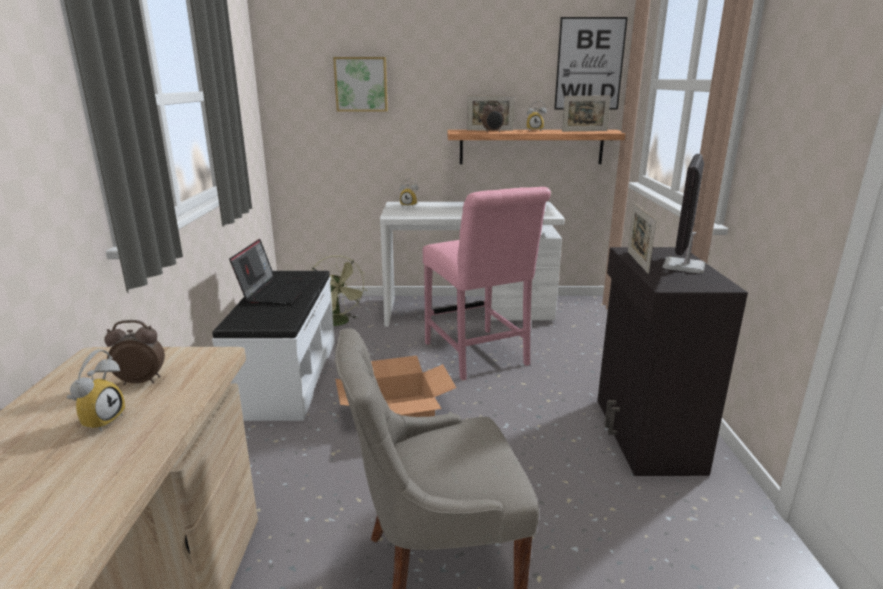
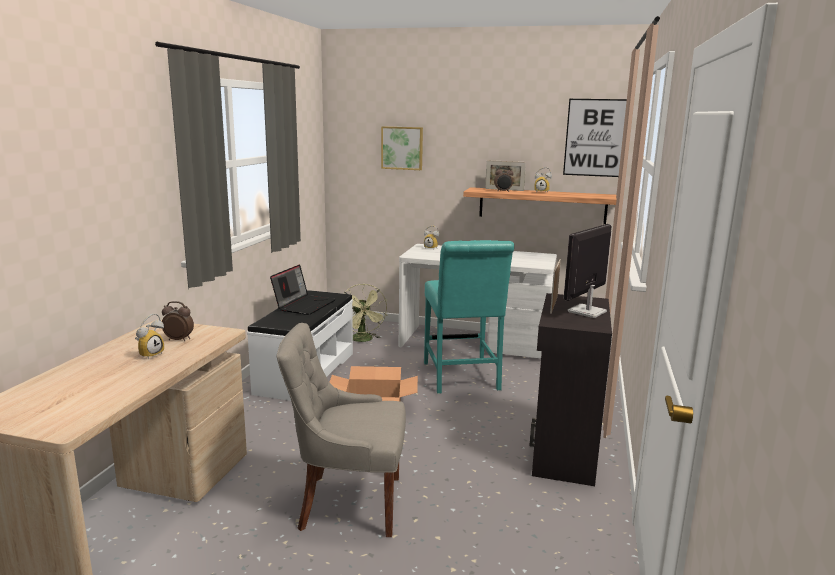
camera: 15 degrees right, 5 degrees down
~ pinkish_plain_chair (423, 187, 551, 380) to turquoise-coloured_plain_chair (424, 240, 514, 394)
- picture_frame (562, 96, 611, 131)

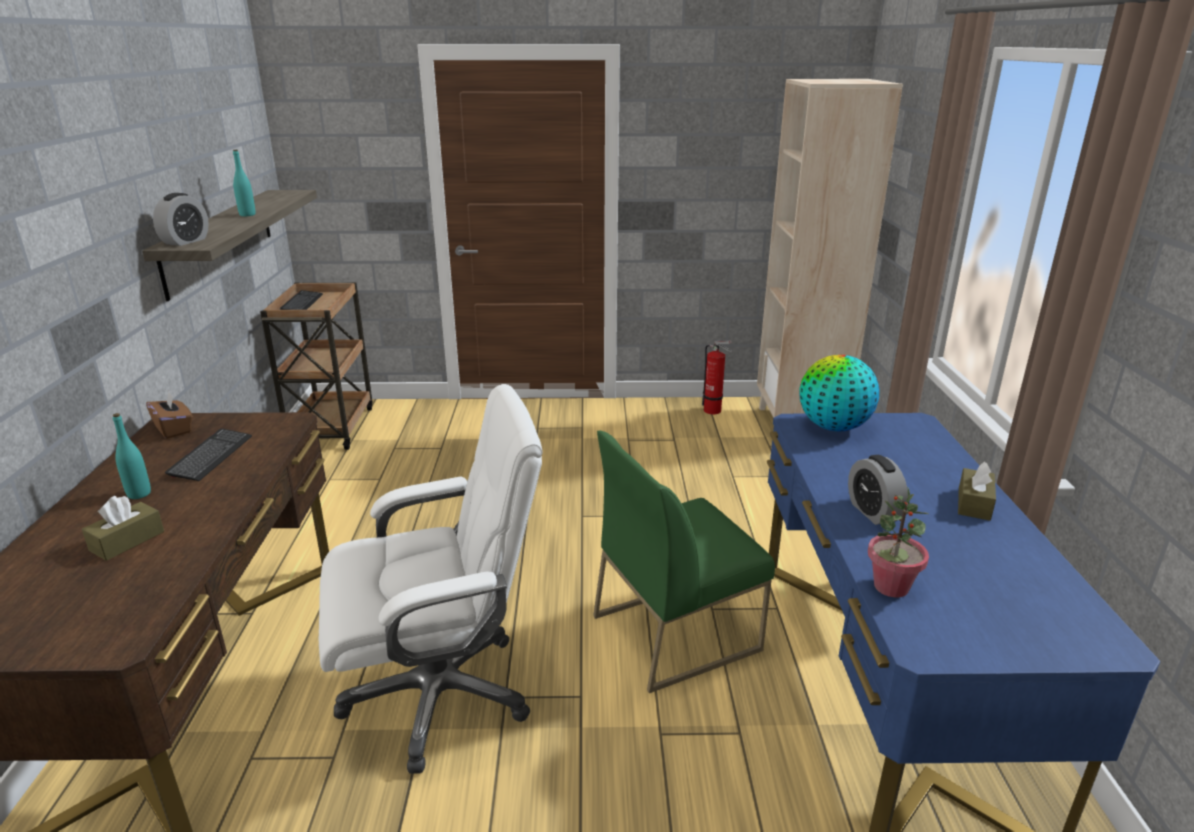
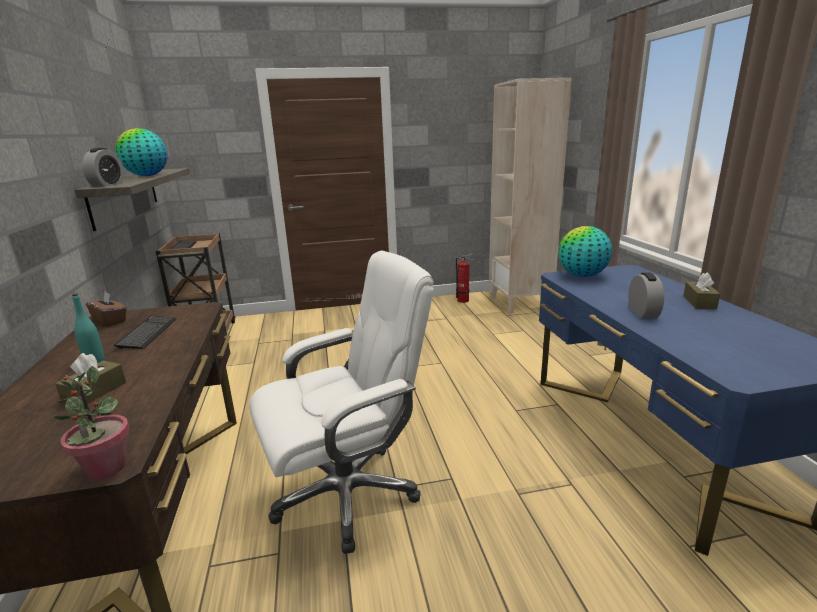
camera: 10 degrees left, 5 degrees down
~ turquoise-coloured_beverage_bottle (233, 150, 256, 216) to globe (115, 128, 168, 176)
- greenish_plain_chair (593, 431, 775, 693)
~ table_clock (848, 455, 908, 525) = (628, 272, 664, 318) 150 degrees counterclockwise
~ potted_plant (868, 488, 929, 598) to (52, 366, 129, 480)

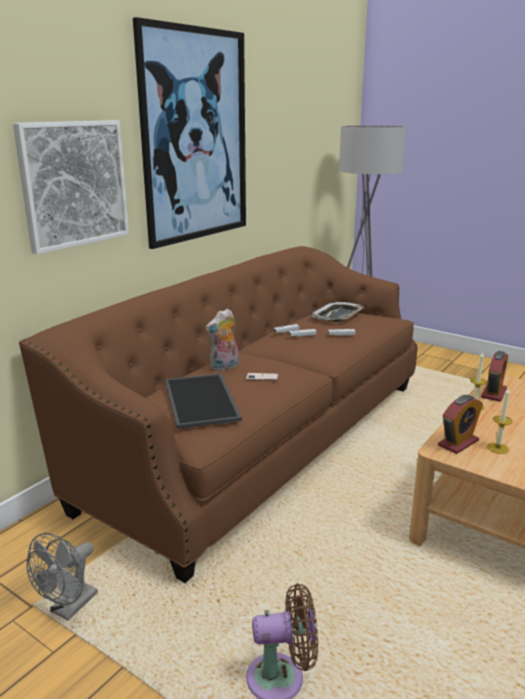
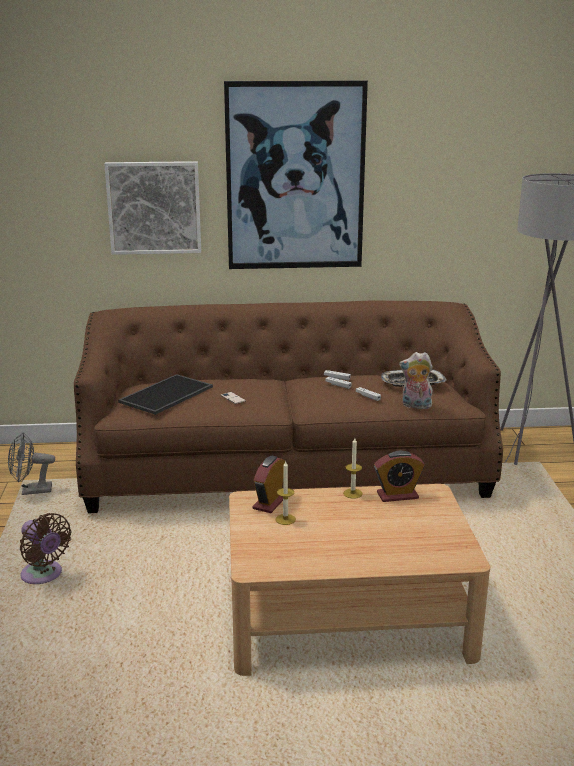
camera: 50 degrees right, 0 degrees up
~ plush_toy (205, 308, 239, 371) to (399, 352, 433, 409)
~ table_clock (438, 395, 483, 454) = (253, 456, 285, 513) 105 degrees clockwise

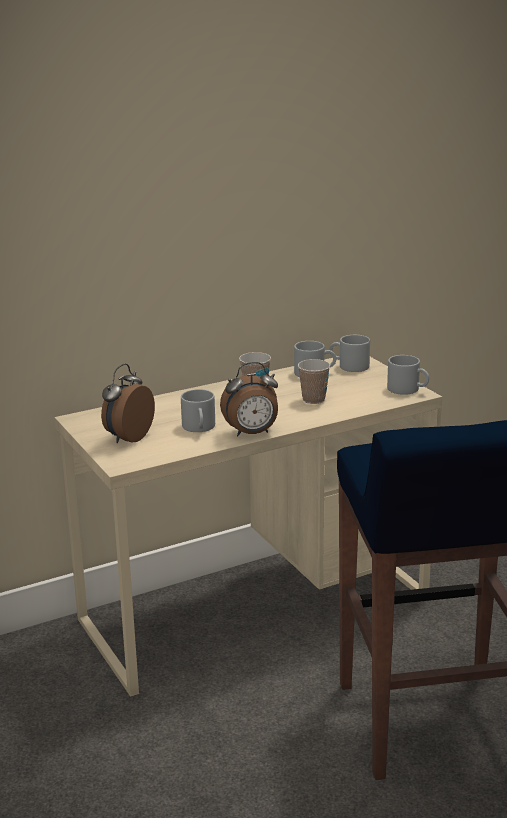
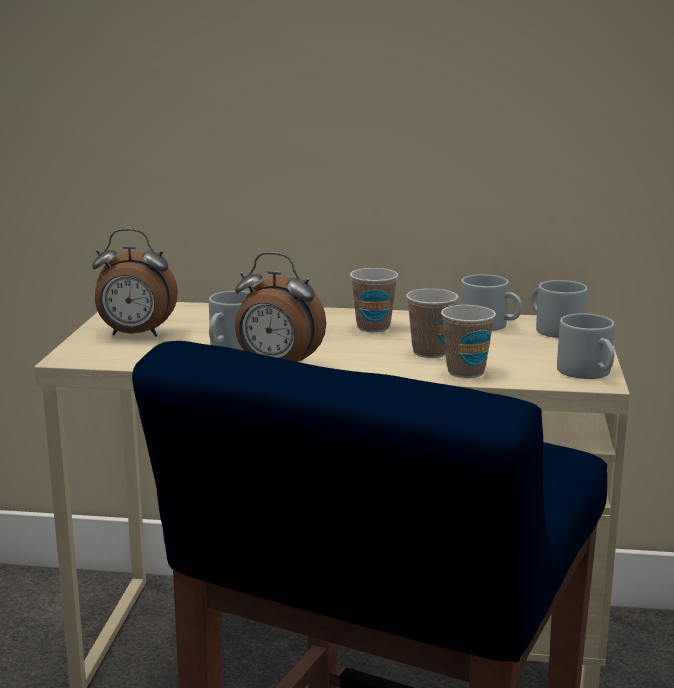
camera: 35 degrees right, 5 degrees down
~ table_clock (101, 363, 155, 443) = (92, 228, 178, 336) 150 degrees counterclockwise
+ small_cup (441, 305, 496, 378)

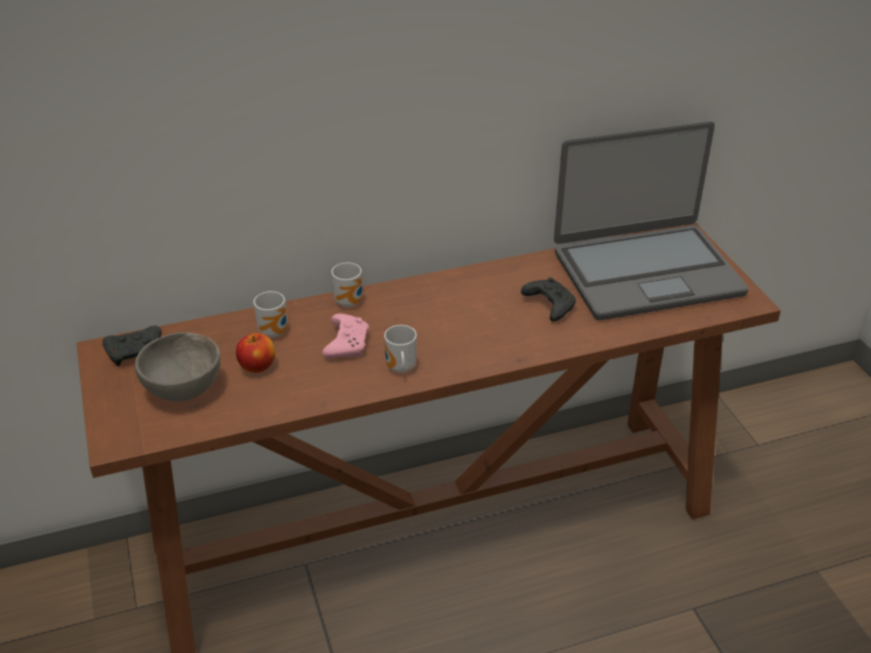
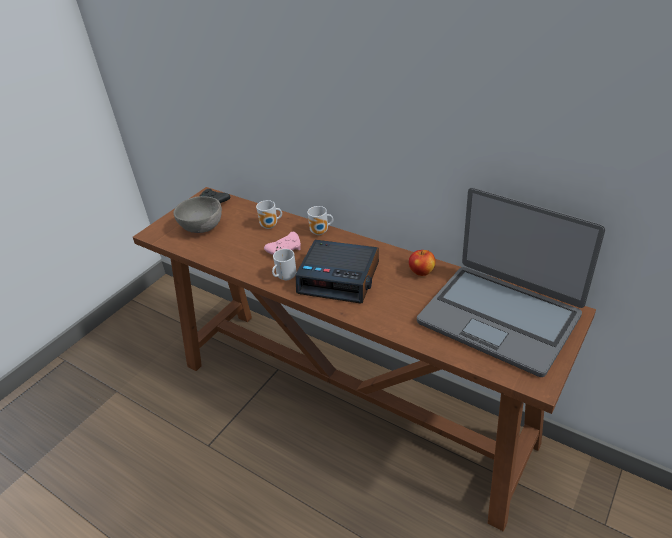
camera: 55 degrees right, 0 degrees up
~ apple_fruit (236, 333, 275, 373) to (409, 250, 436, 276)
- black_game_controller (521, 277, 576, 322)
+ table_clock (295, 240, 379, 303)

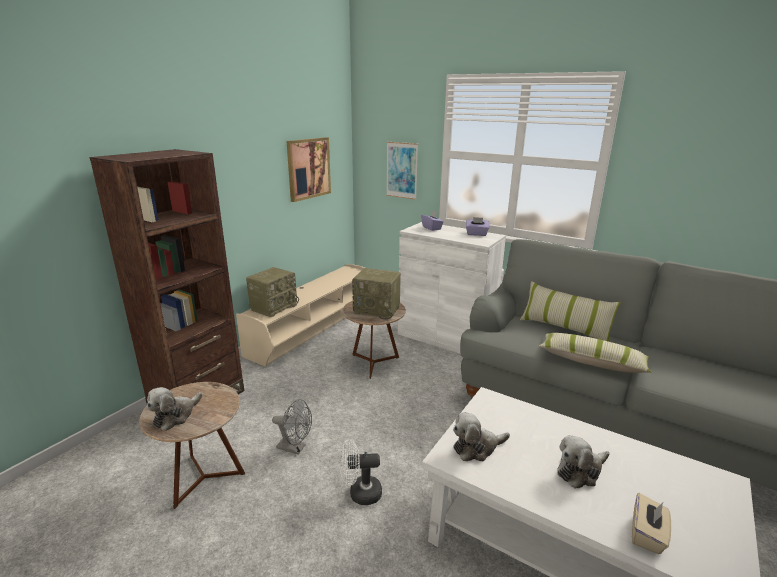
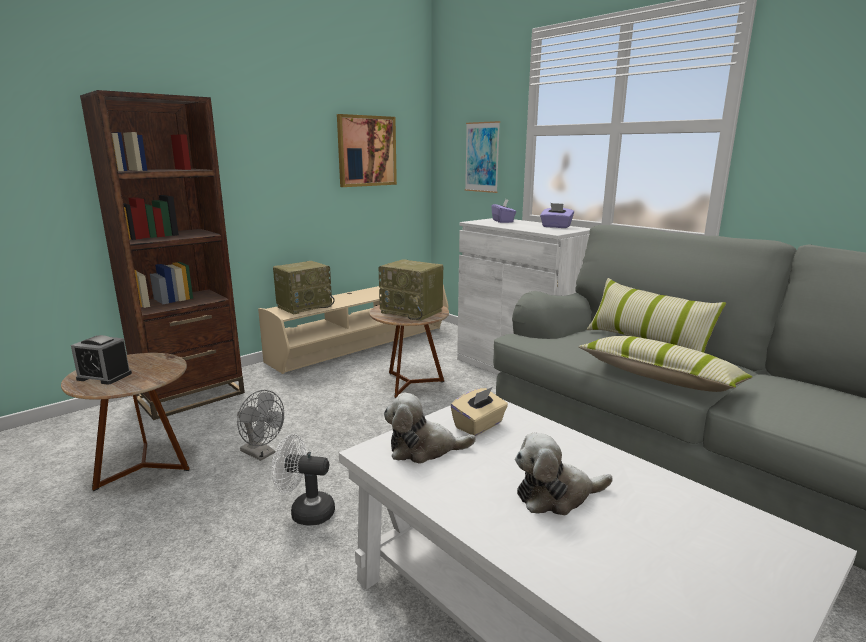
camera: 15 degrees right, 5 degrees down
~ plush_toy (147, 387, 203, 431) to table_clock (71, 335, 132, 385)
~ sand-coloured_tissue_holder (632, 493, 671, 554) to (451, 387, 508, 436)

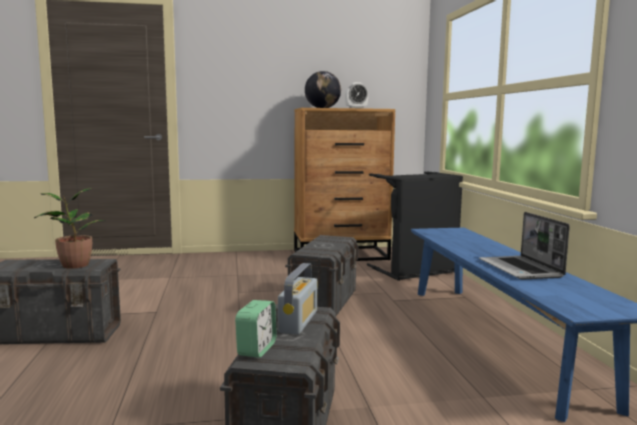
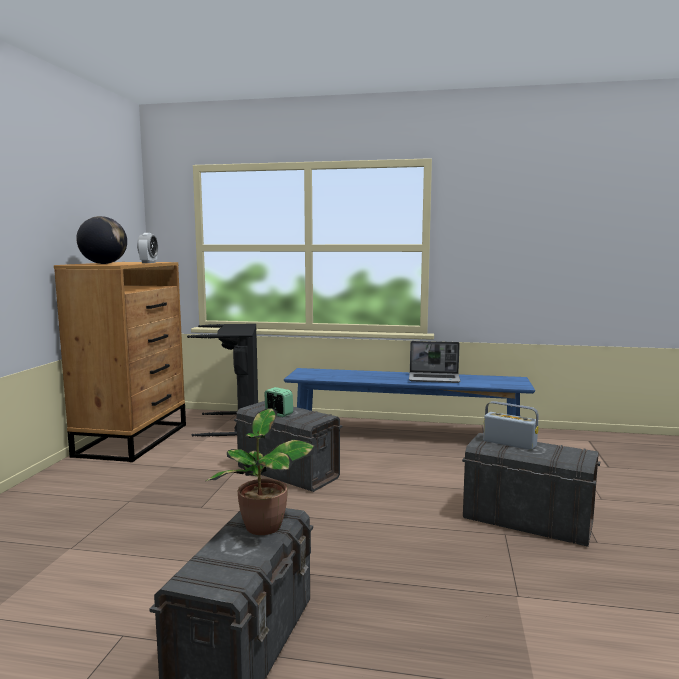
camera: 70 degrees left, 0 degrees up
~ table_clock (235, 300, 277, 357) to (264, 387, 293, 417)

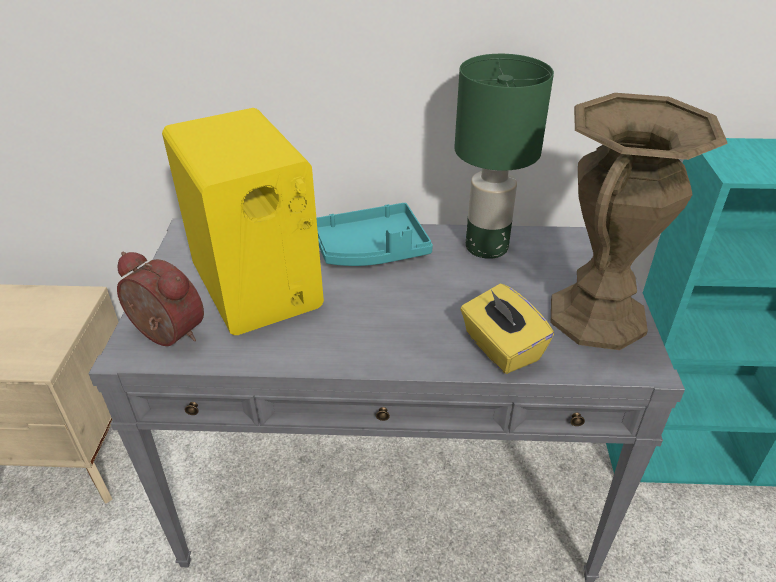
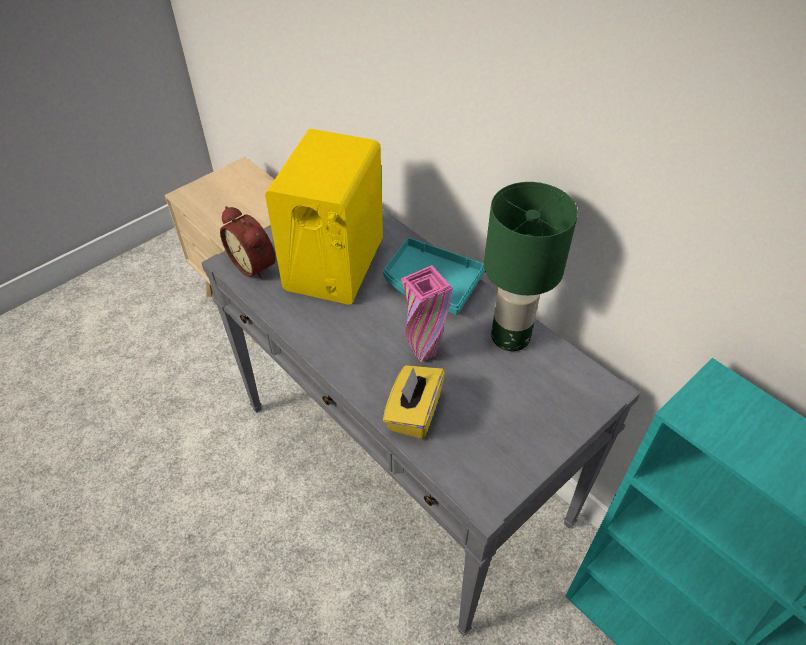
camera: 45 degrees right, 10 degrees up
~ table_clock (117, 252, 204, 346) = (220, 206, 276, 280) 150 degrees clockwise
- brown_vase (551, 93, 728, 350)
+ pinkish_vase (401, 265, 453, 363)

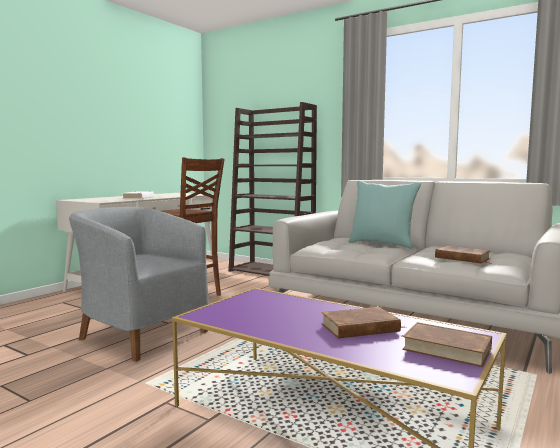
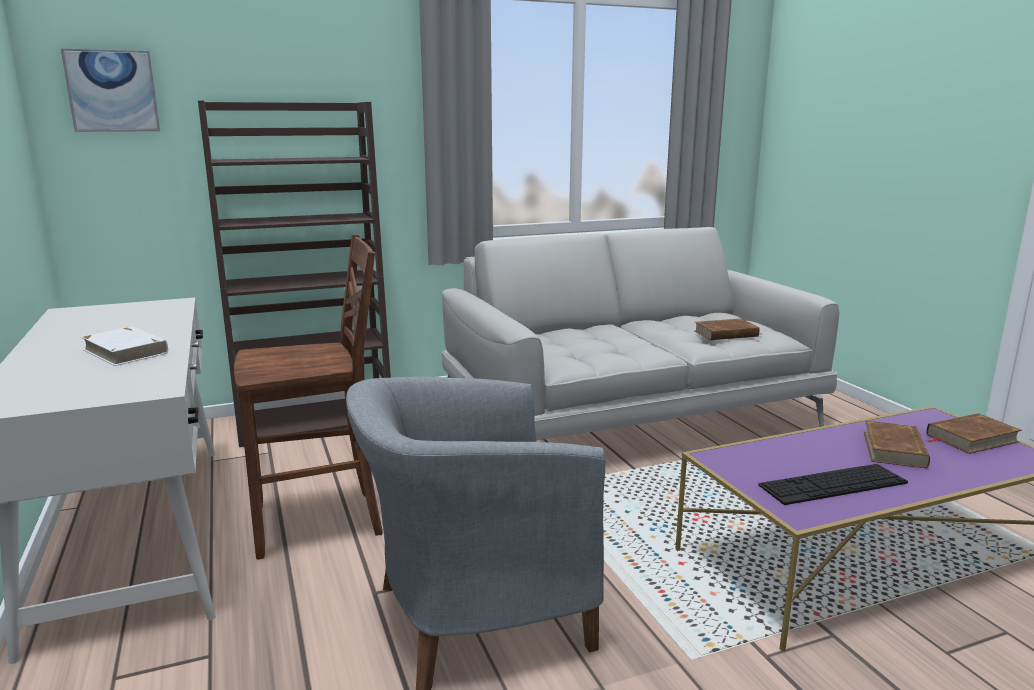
camera: 55 degrees left, 10 degrees up
- turquoise-coloured_throw_pillow (348, 181, 421, 248)
+ picture (61, 48, 160, 132)
+ computer_keyboard (758, 464, 908, 505)

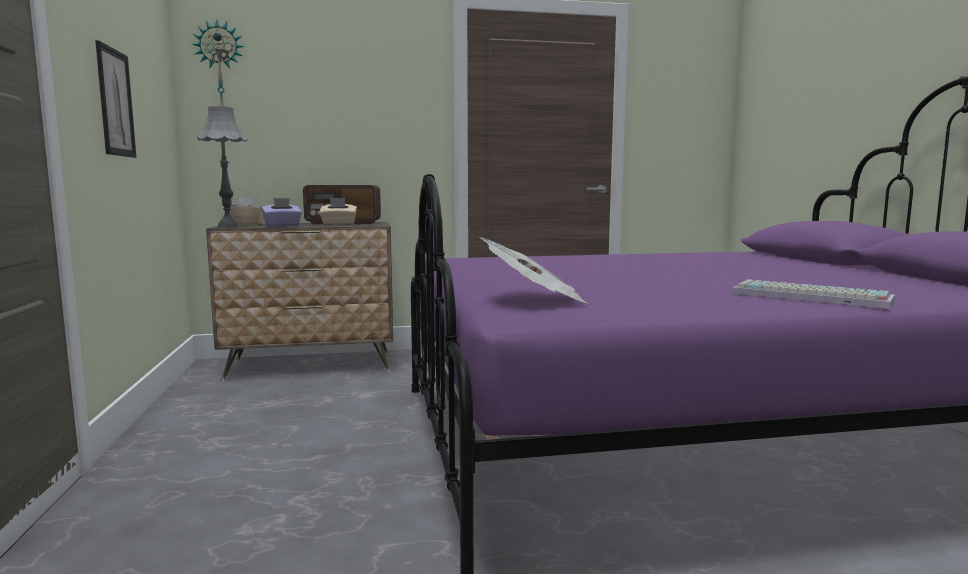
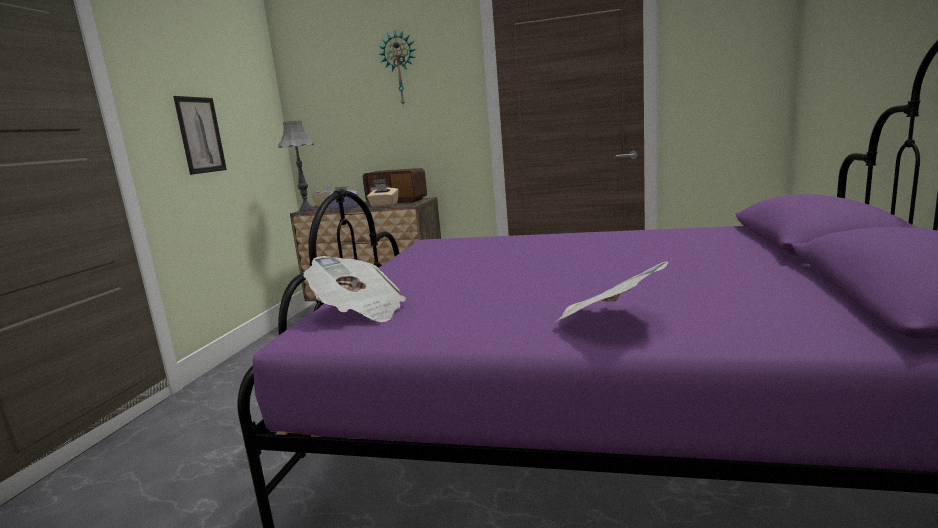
camera: 25 degrees right, 5 degrees up
~ clock_on_the_wall (192, 19, 245, 107) to (379, 31, 416, 107)
~ computer_keyboard (731, 279, 895, 309) to newspaper (555, 261, 669, 322)

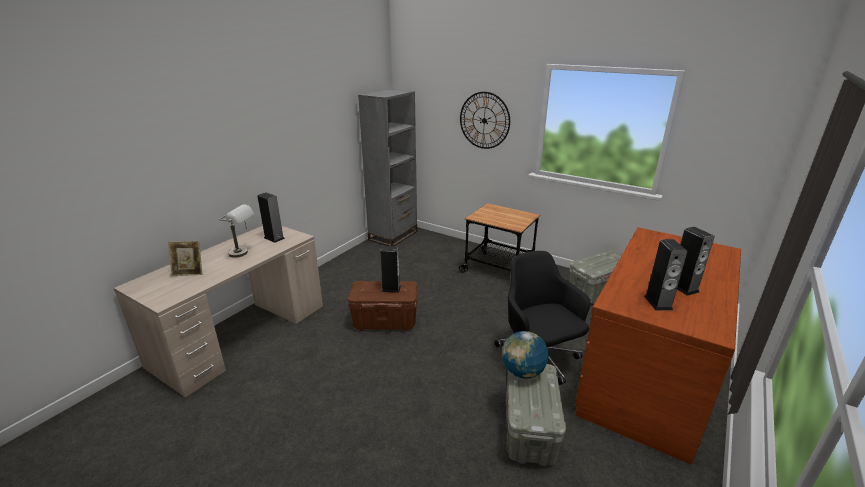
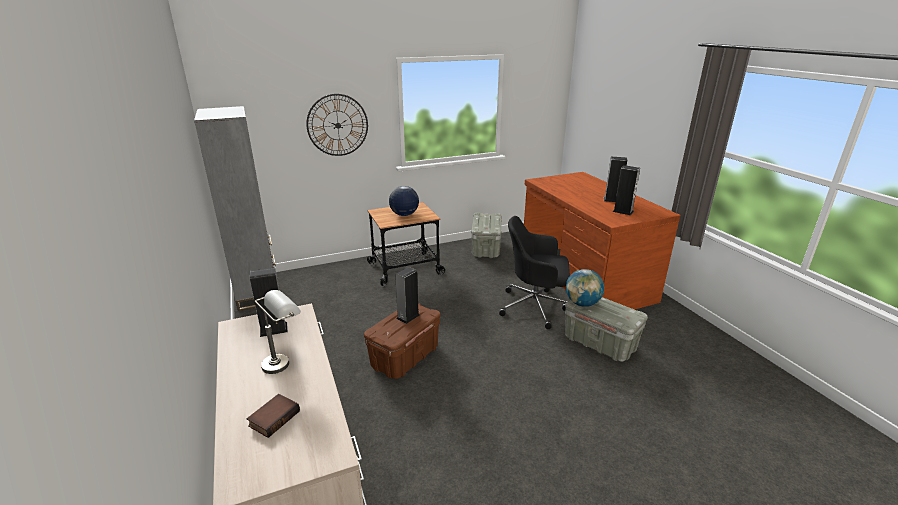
camera: 55 degrees left, 0 degrees up
~ picture_frame (168, 241, 202, 276) to bound_book (246, 394, 300, 438)
+ globe (389, 186, 419, 216)

